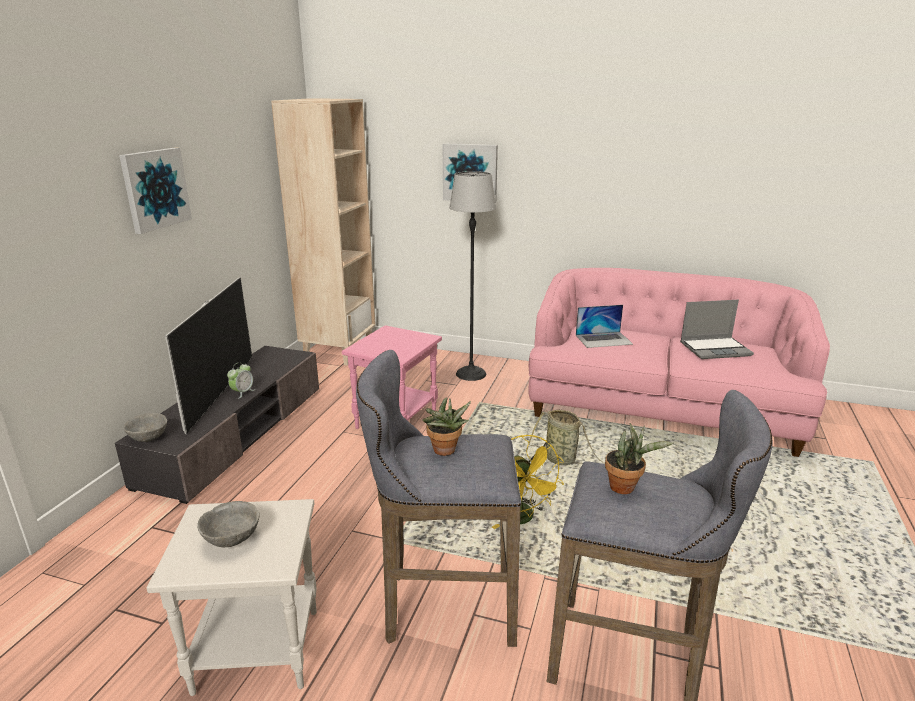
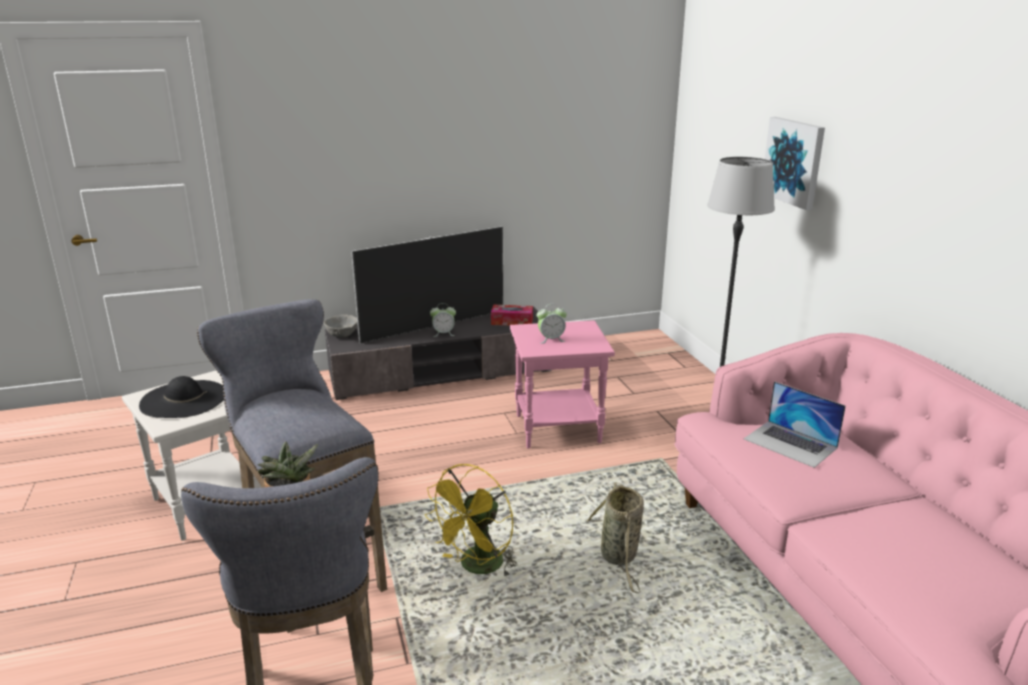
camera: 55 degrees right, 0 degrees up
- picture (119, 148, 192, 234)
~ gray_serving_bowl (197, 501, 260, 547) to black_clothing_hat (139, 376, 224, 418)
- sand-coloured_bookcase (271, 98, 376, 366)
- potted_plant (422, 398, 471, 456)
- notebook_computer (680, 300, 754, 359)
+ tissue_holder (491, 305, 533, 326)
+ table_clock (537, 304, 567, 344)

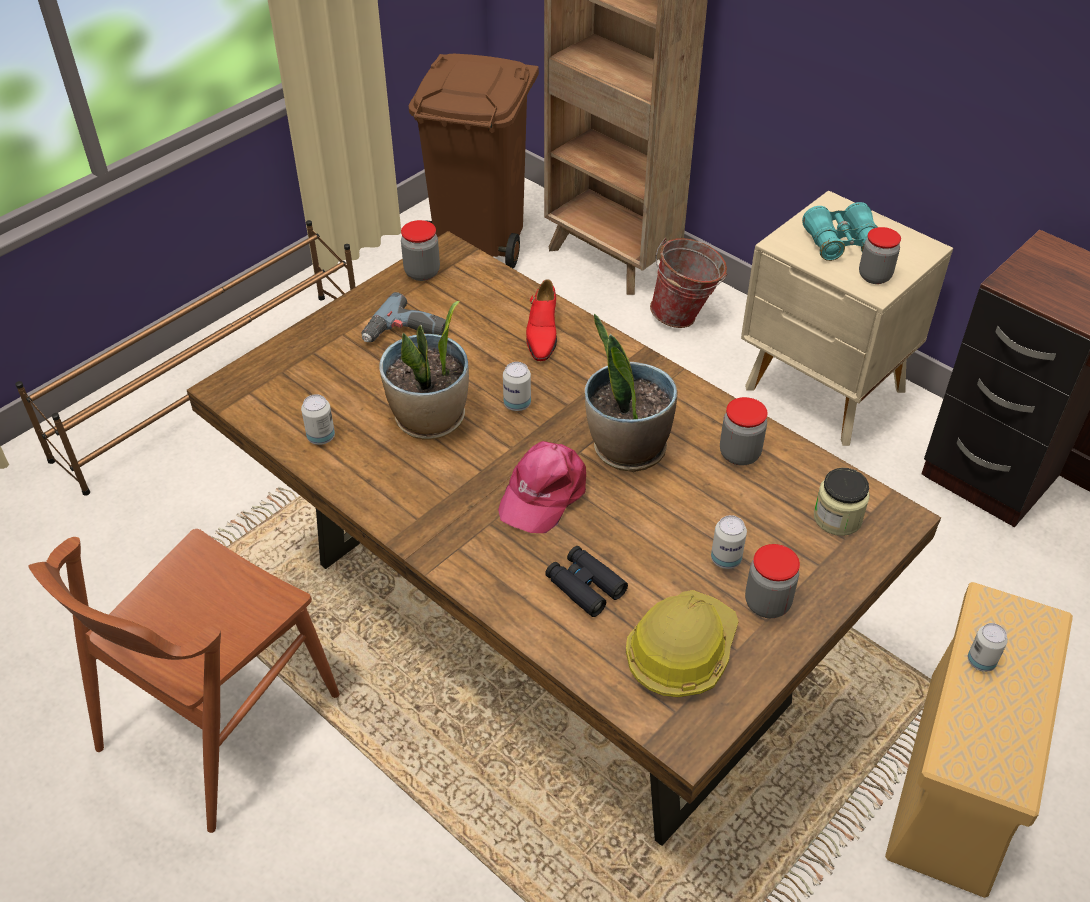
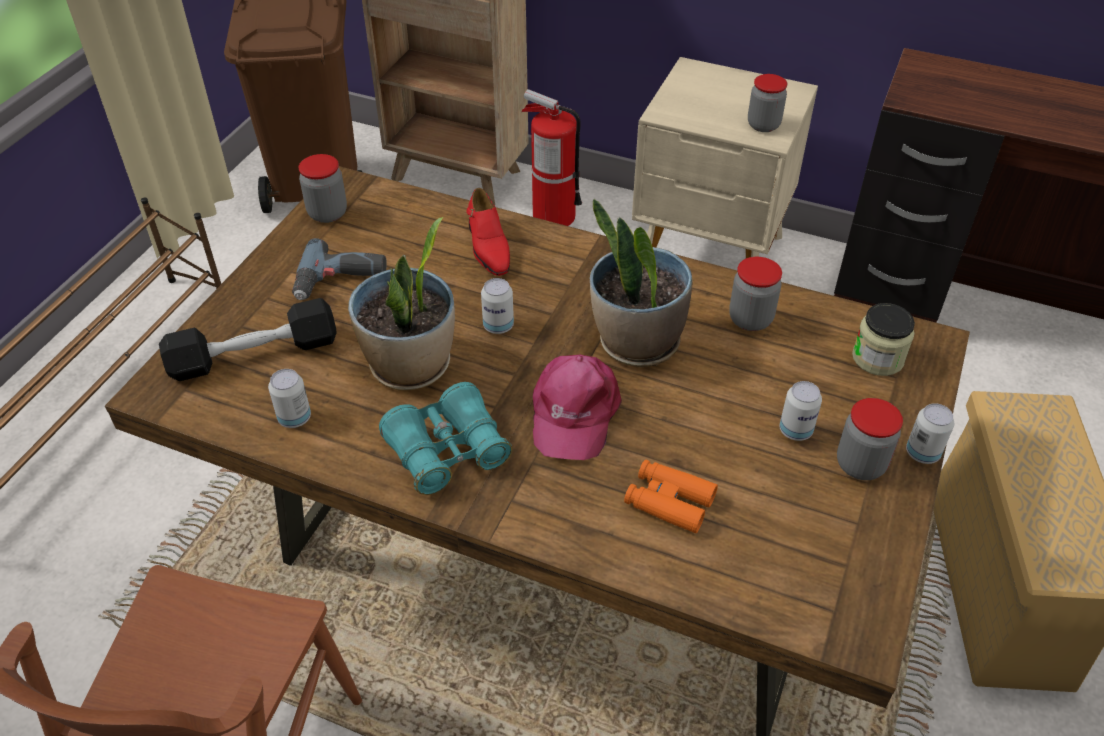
camera: 20 degrees left, 0 degrees up
~ black_pair_of_binoculars (545, 546, 628, 617) to orangey_pair_of_binoculars (624, 460, 718, 533)
- work_helmet (626, 590, 738, 697)
~ pail (650, 238, 727, 328) to fire_extinguisher (522, 89, 582, 226)
~ turquoise-coloured_pair_of_binoculars (802, 202, 877, 261) to (379, 382, 512, 495)
~ can (968, 623, 1008, 672) to (906, 403, 954, 464)
+ black_dumbbell (159, 298, 337, 381)

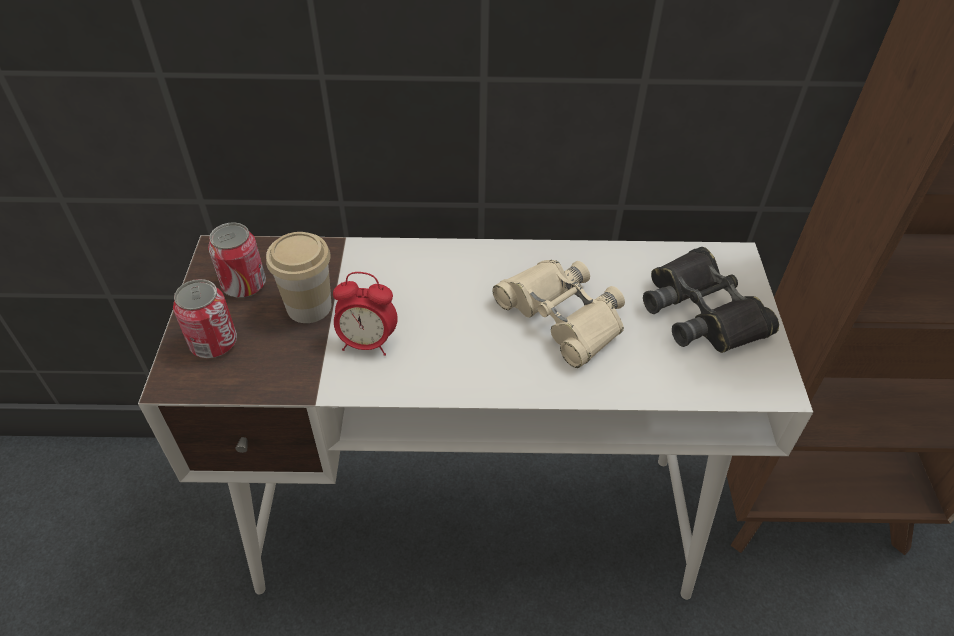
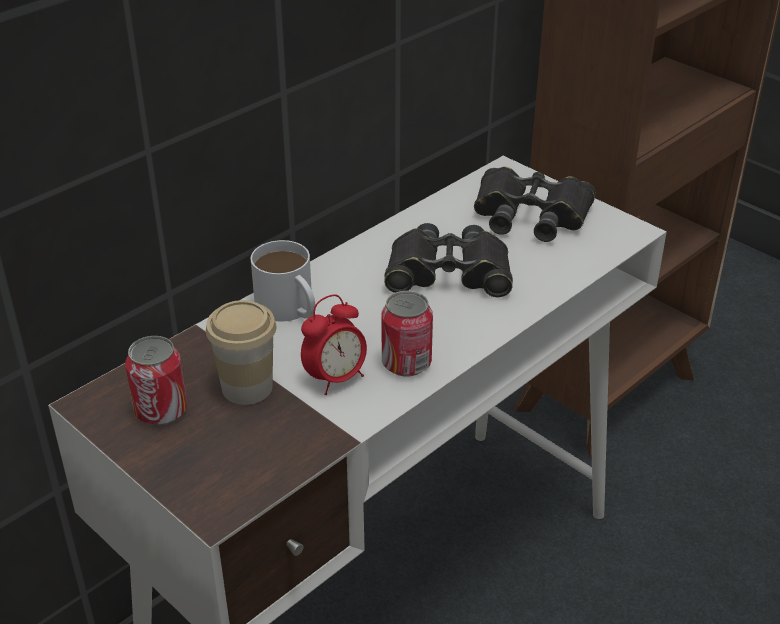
camera: 45 degrees left, 10 degrees down
~ can (173, 279, 237, 358) to (381, 291, 433, 376)
~ sand-coloured_pair_of_binoculars (493, 260, 625, 368) to black_pair_of_binoculars (384, 223, 513, 297)
+ white_tea_mug (251, 240, 315, 321)

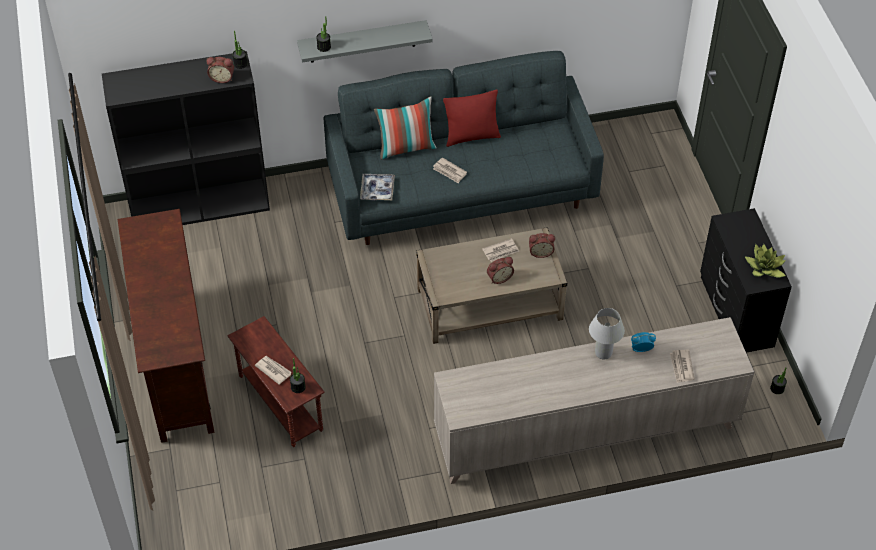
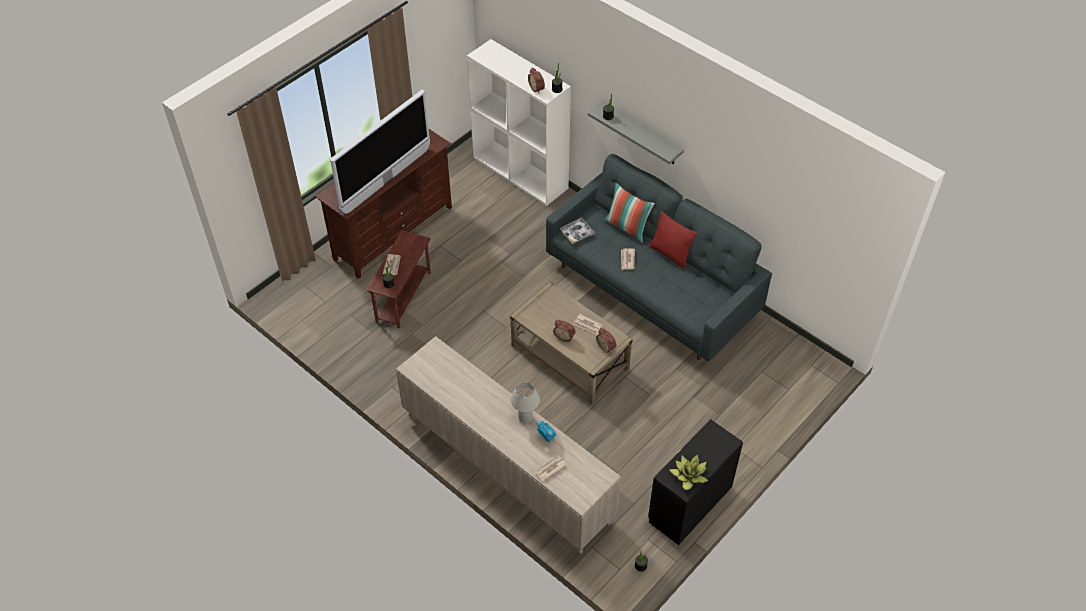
camera: 55 degrees right, 0 degrees up
~ black_bookcase (102, 51, 270, 225) to white_bookcase (467, 39, 571, 206)
+ TV_set (330, 90, 430, 214)

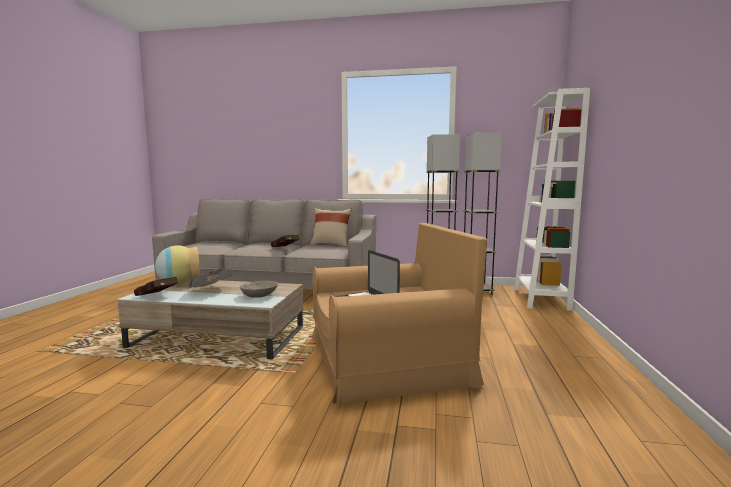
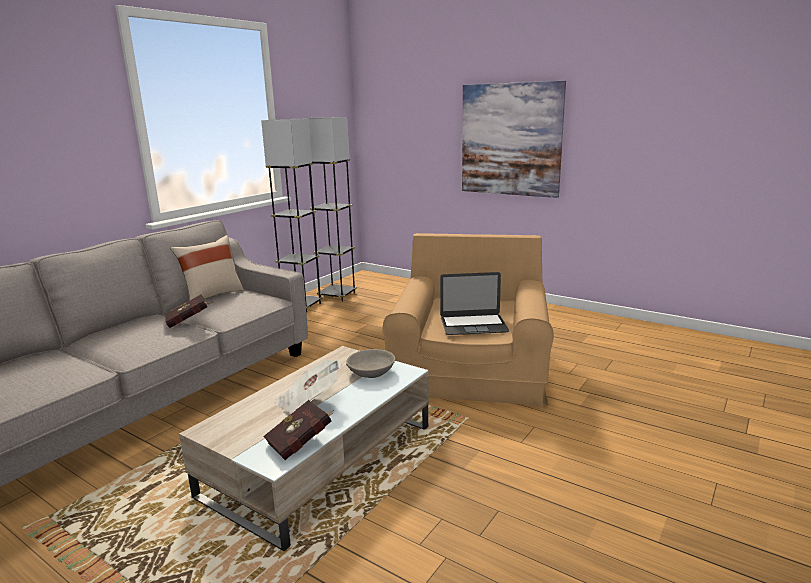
camera: 65 degrees left, 10 degrees up
- vase (155, 245, 200, 285)
- white_bookcase (514, 88, 590, 311)
+ picture (462, 81, 566, 198)

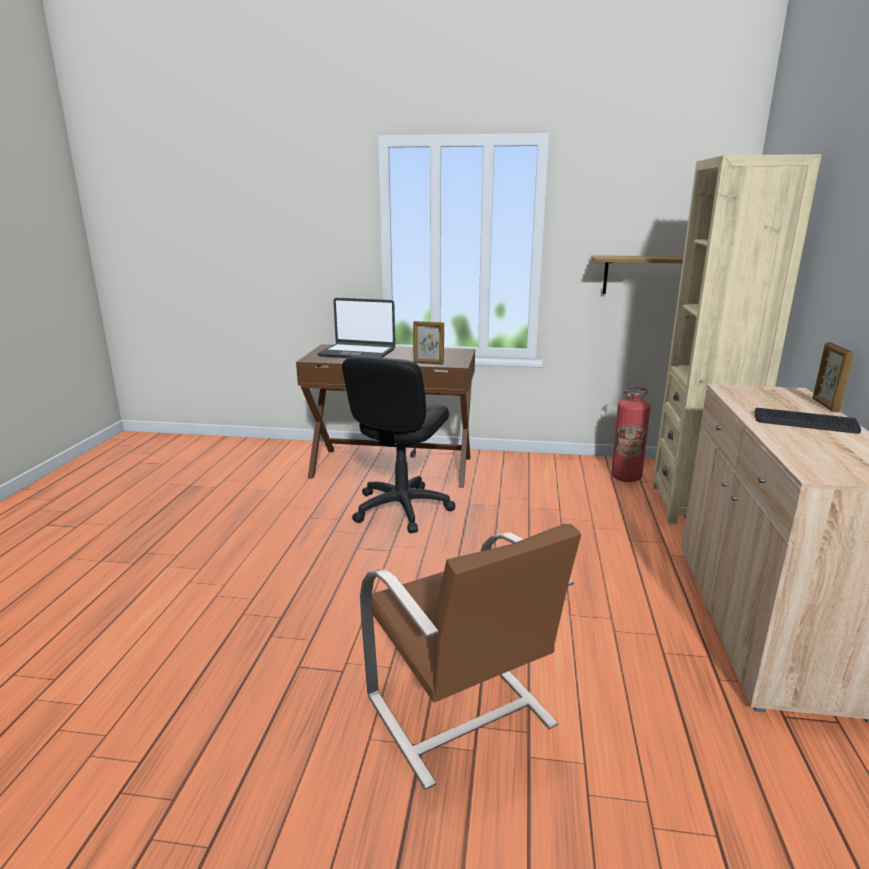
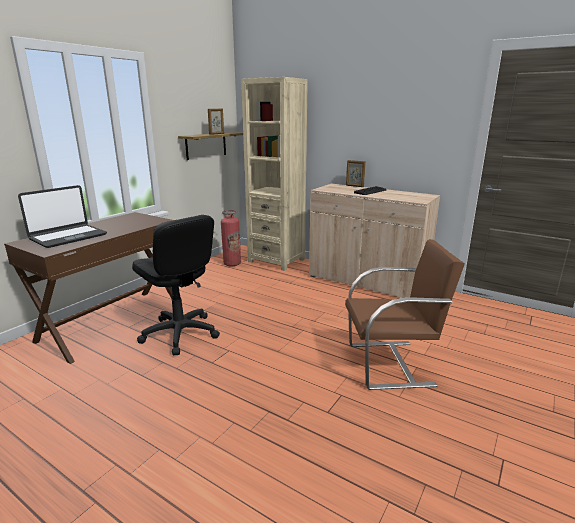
camera: 65 degrees left, 0 degrees up
~ picture_frame (413, 321, 444, 364) to (208, 109, 224, 135)

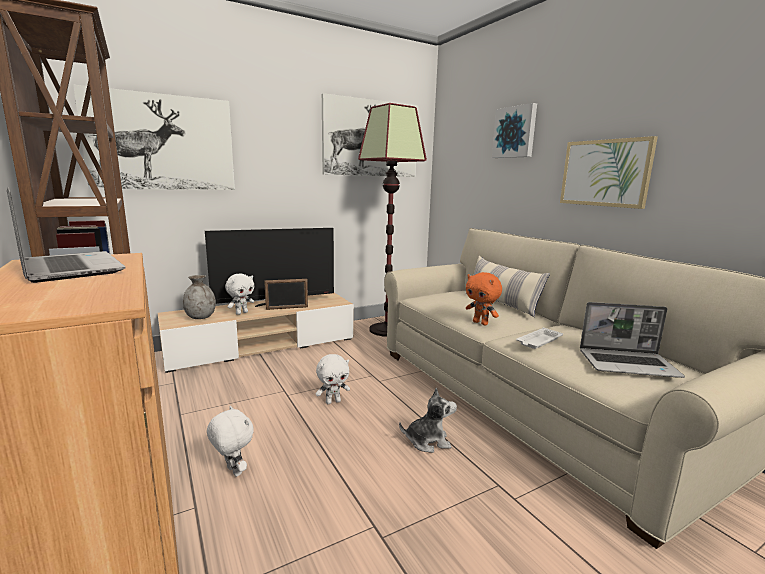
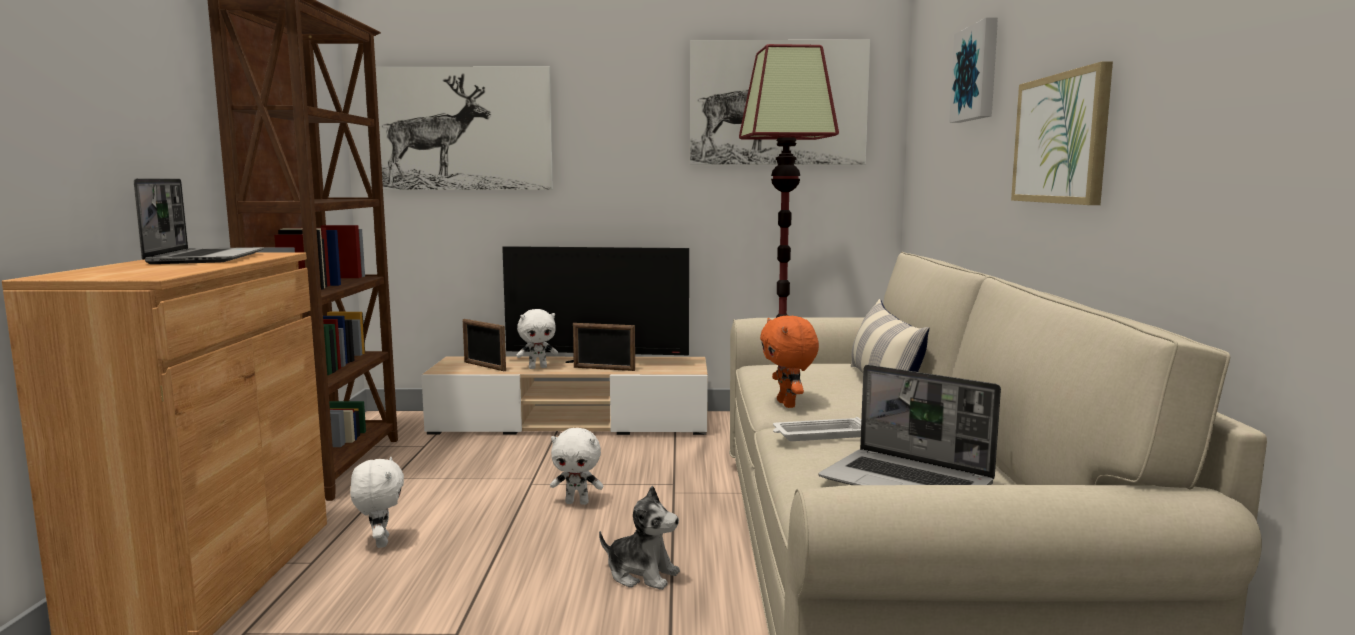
camera: 30 degrees right, 5 degrees down
~ gray_vase (183, 275, 216, 319) to picture_frame (463, 319, 506, 371)

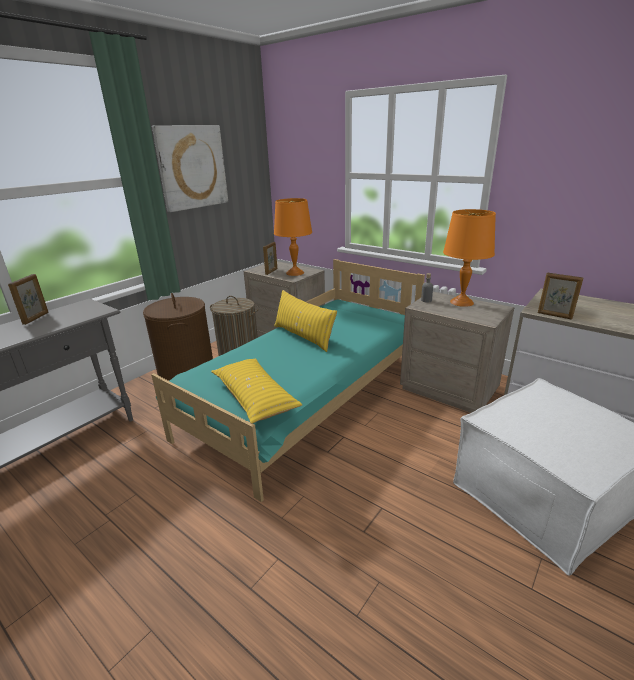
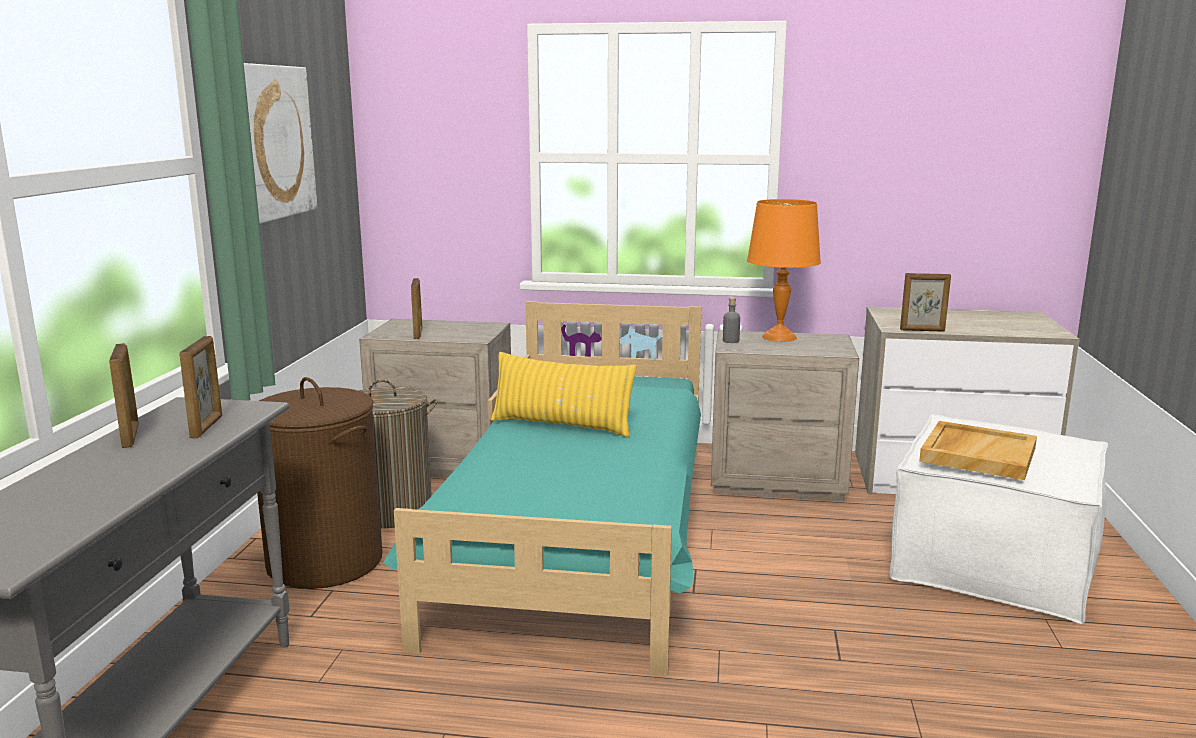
camera: 30 degrees left, 10 degrees down
- yellow_throw_pillow (211, 359, 303, 424)
- orangey_lamp_for_a_table (274, 198, 312, 276)
+ picture_frame (180, 336, 222, 438)
+ sand-coloured_tray (919, 421, 1037, 480)

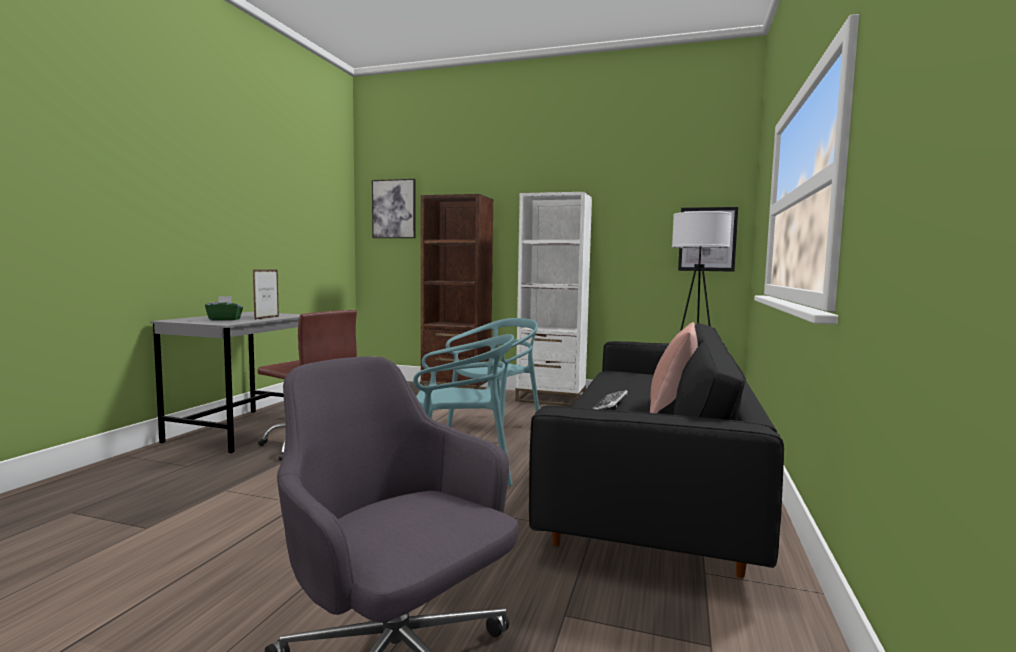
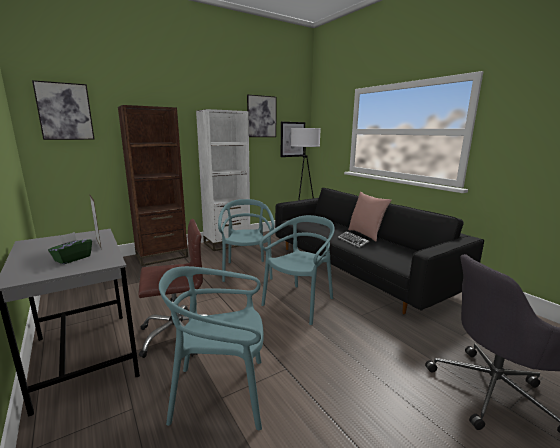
camera: 50 degrees left, 10 degrees up
+ turquoise-coloured_plain_chair (159, 266, 264, 430)
+ picture (247, 95, 277, 137)

